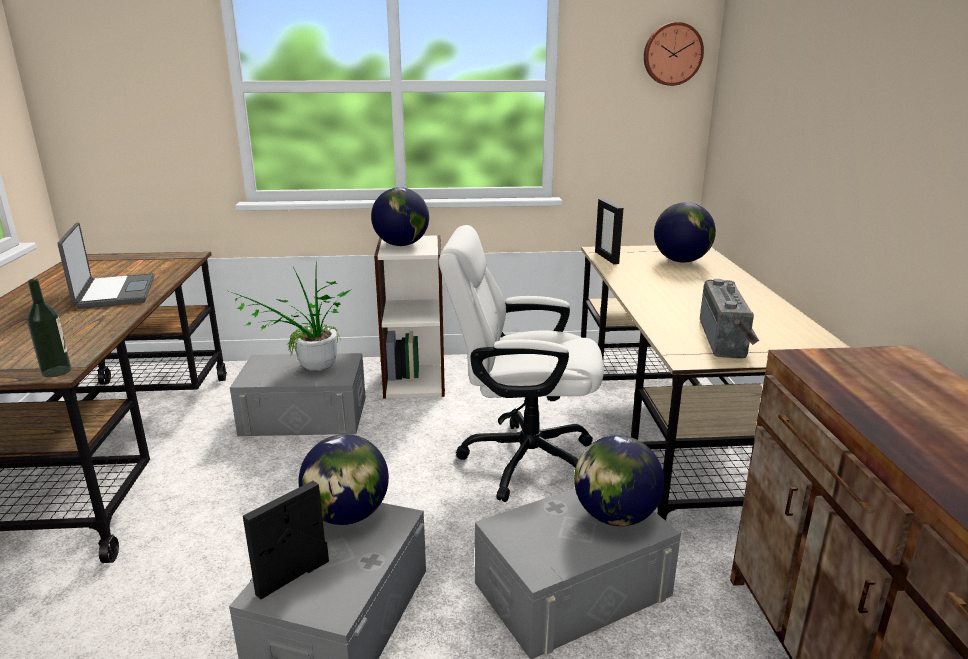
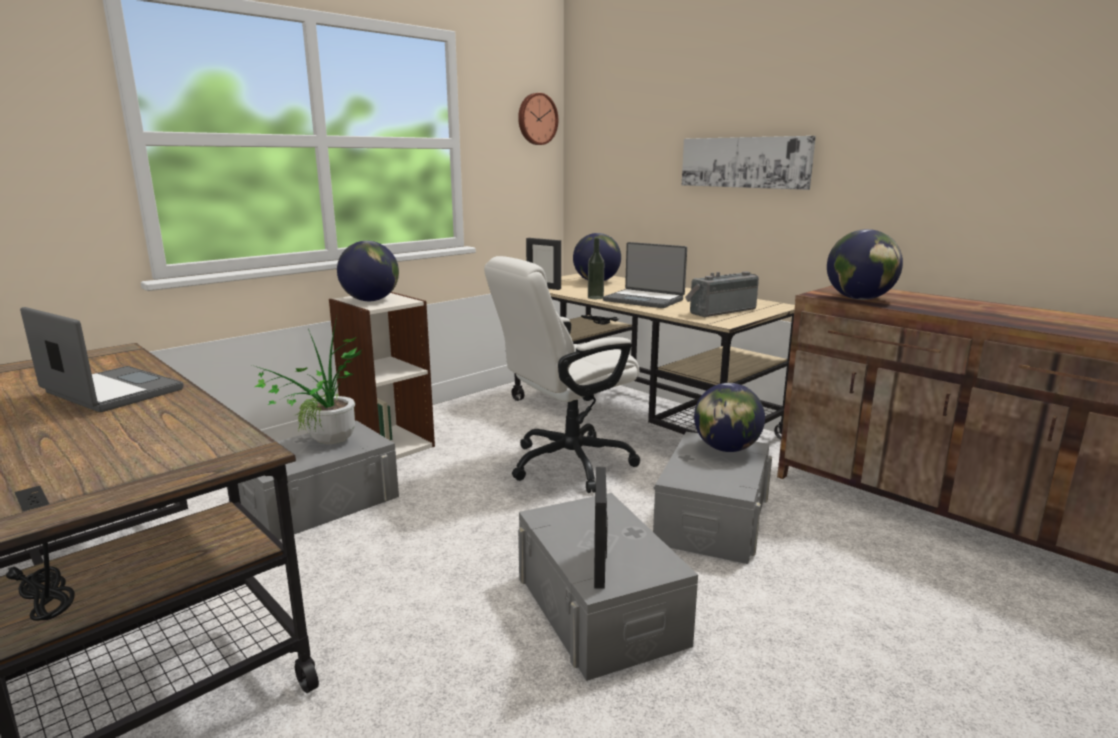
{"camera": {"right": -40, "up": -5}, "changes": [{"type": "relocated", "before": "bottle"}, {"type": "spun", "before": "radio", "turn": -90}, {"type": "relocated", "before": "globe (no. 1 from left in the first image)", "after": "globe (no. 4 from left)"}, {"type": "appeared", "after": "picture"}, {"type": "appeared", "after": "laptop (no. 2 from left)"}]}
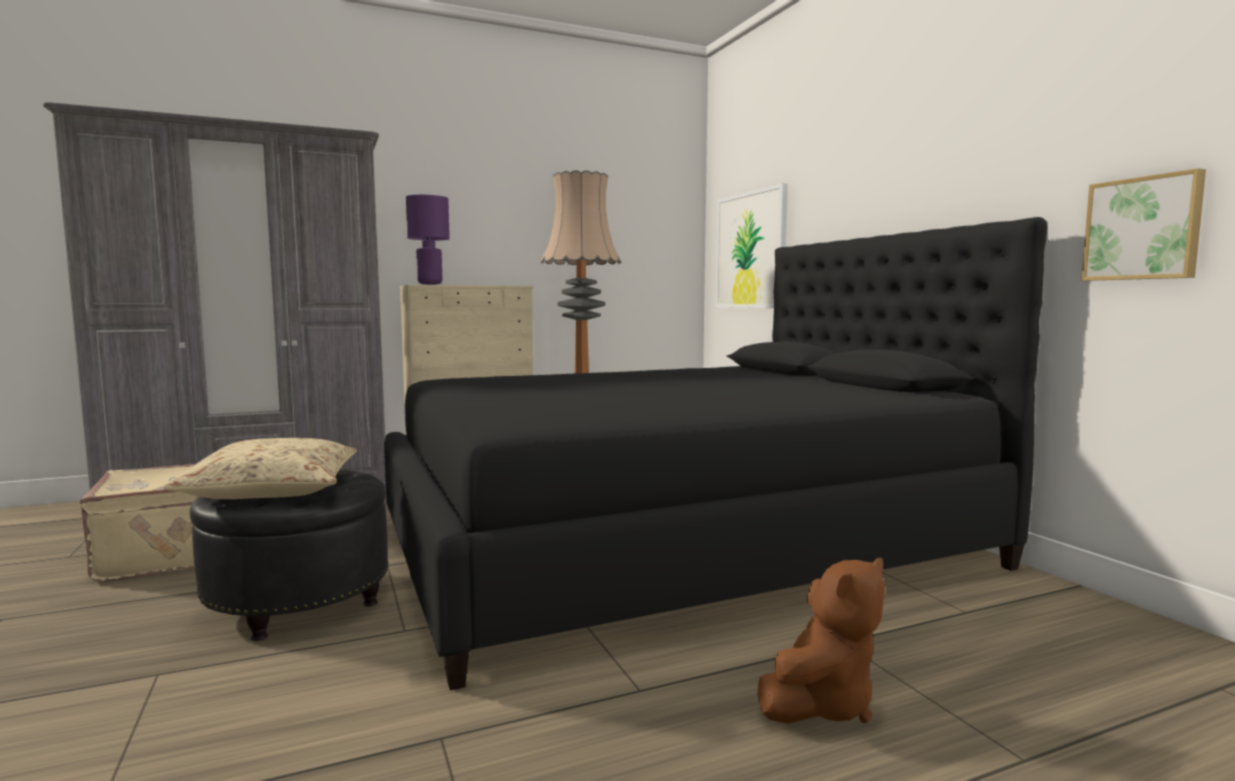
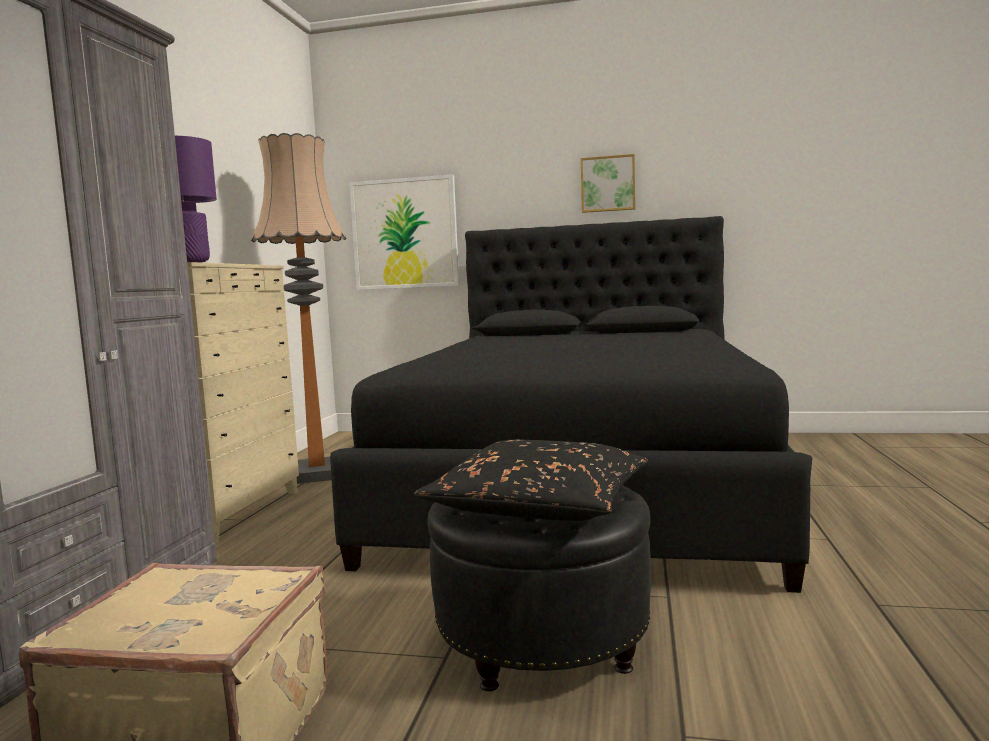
{"camera": {"right": -55, "up": 0}, "changes": [{"type": "relocated", "before": "picture (no. 2 from left)"}, {"type": "colour", "before": "beige pillow", "after": "black pillow"}, {"type": "missing", "before": "brown plush toy"}]}
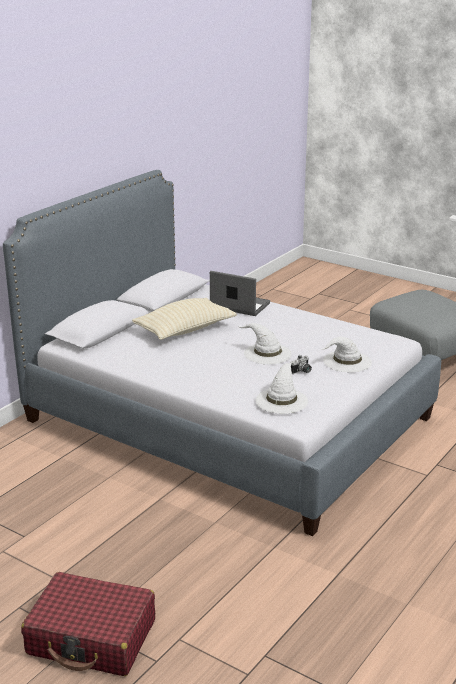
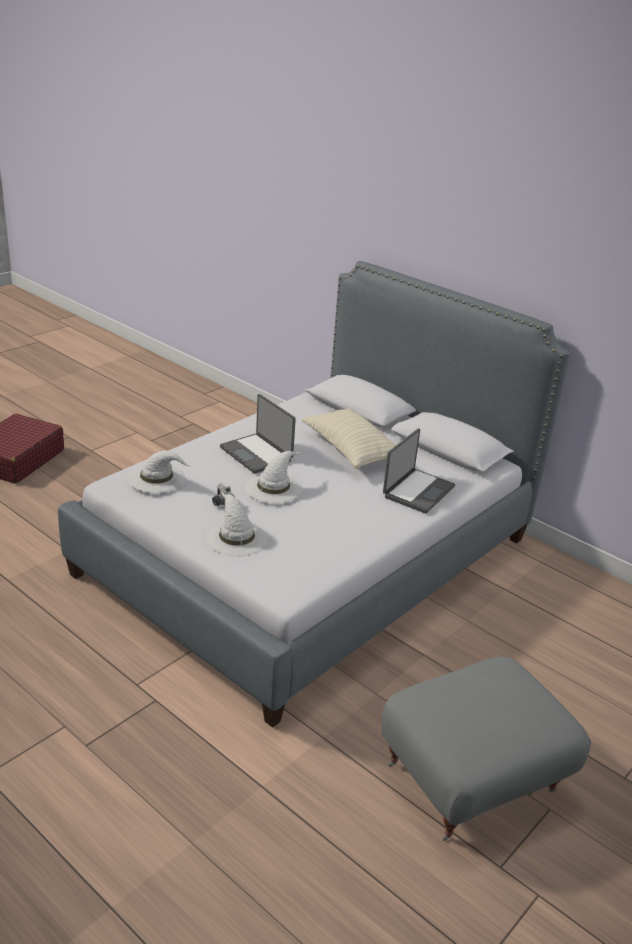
{"camera": {"right": 95, "up": 5}, "changes": [{"type": "appeared", "after": "laptop (no. 1 from left)"}]}
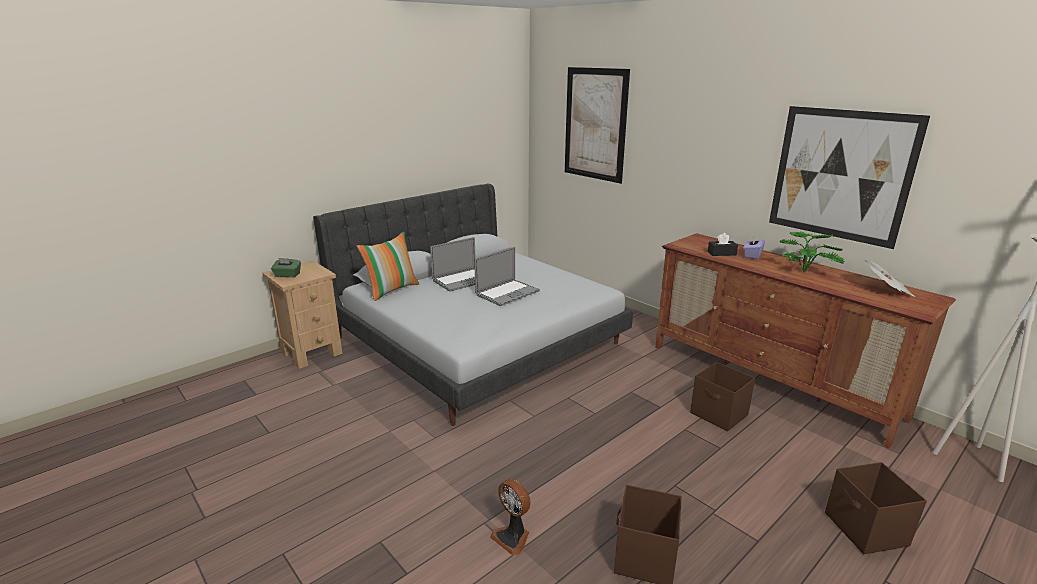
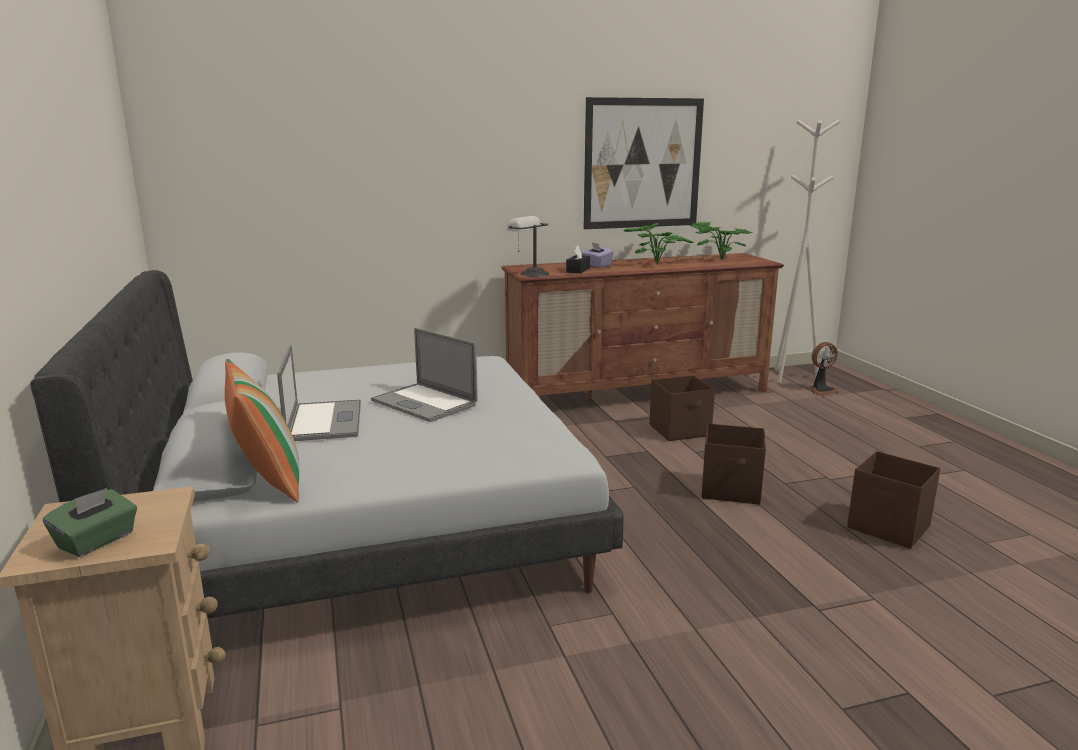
{"camera": {"right": -65, "up": -5}, "changes": [{"type": "missing", "before": "picture (no. 1 from left)"}, {"type": "spun", "before": "laptop (no. 2 from left)", "turn": 150}, {"type": "exchanged", "before": "newspaper", "after": "potted plant (no. 2 from left)"}, {"type": "relocated", "before": "brown storage box (no. 3 from left in the first image)", "after": "brown storage box (no. 2 from left)"}, {"type": "relocated", "before": "fan"}, {"type": "appeared", "after": "table lamp"}]}
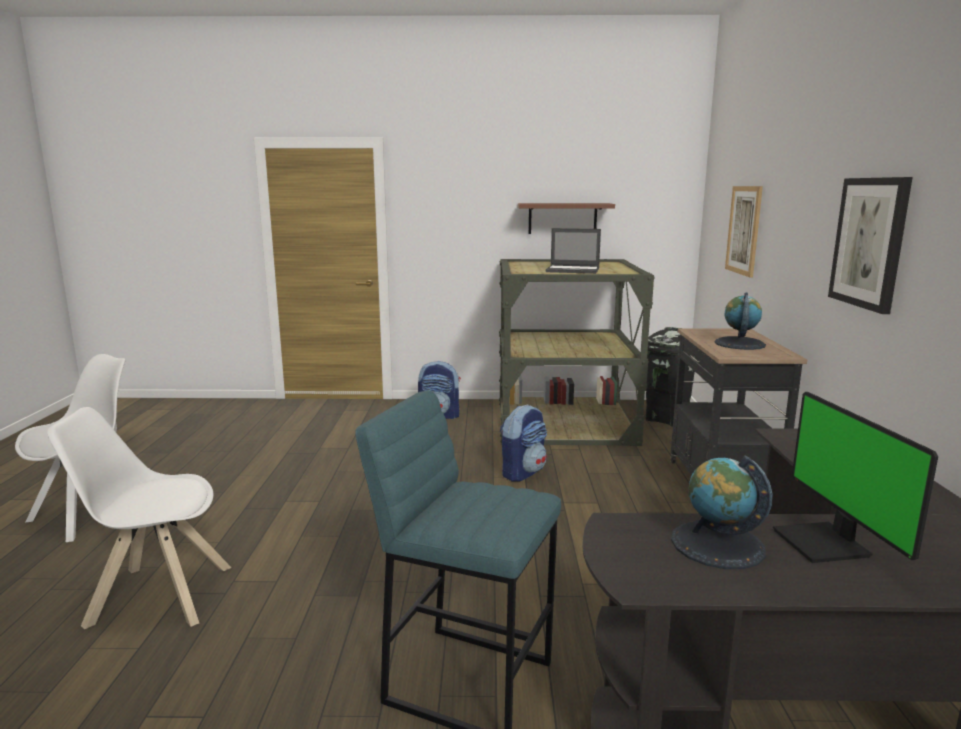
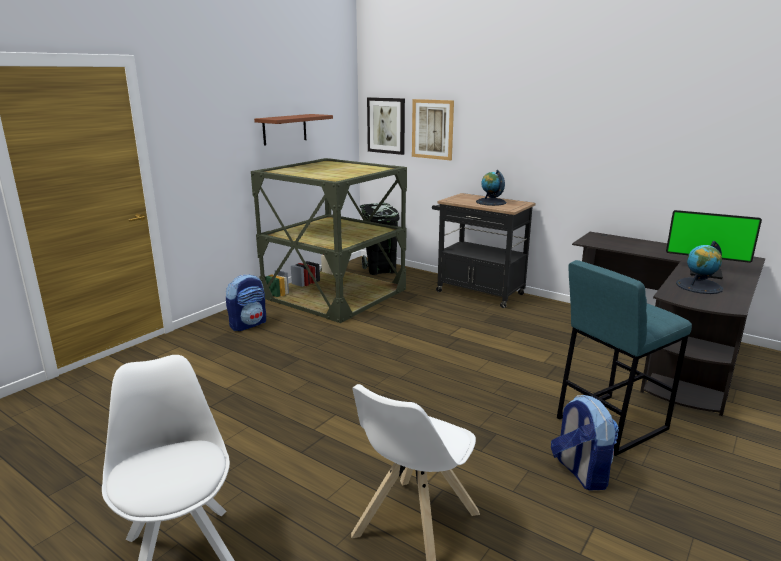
{"camera": {"right": -55, "up": 5}, "changes": [{"type": "relocated", "before": "picture (no. 2 from left in the first image)", "after": "picture (no. 1 from left)"}, {"type": "missing", "before": "laptop"}, {"type": "relocated", "before": "backpack (no. 2 from left)"}]}
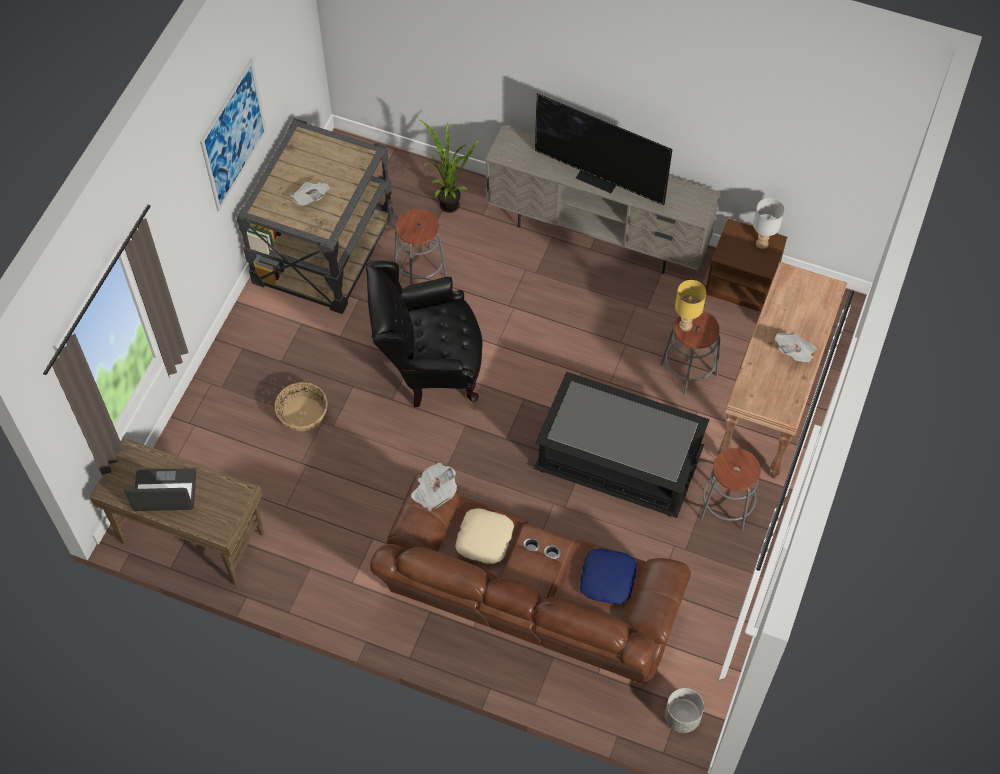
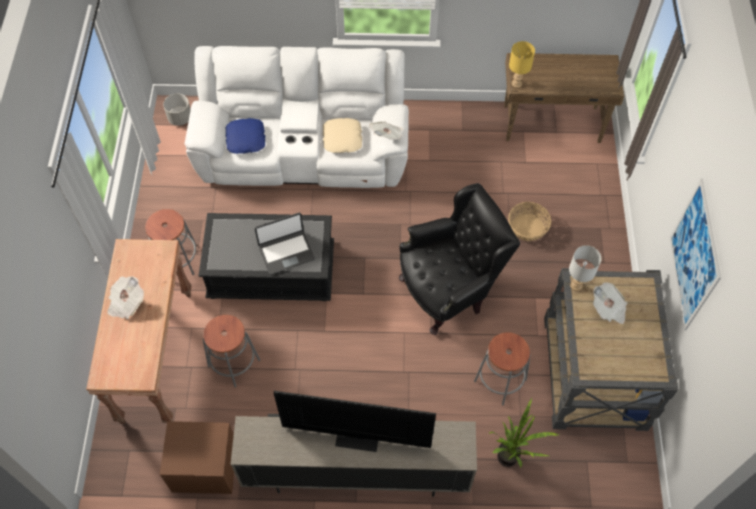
{"camera": {"right": 160, "up": 0}, "changes": [{"type": "relocated", "before": "grey table lamp"}, {"type": "relocated", "before": "yellow table lamp"}, {"type": "relocated", "before": "laptop"}, {"type": "colour", "before": "brown sofa", "after": "white sofa"}]}
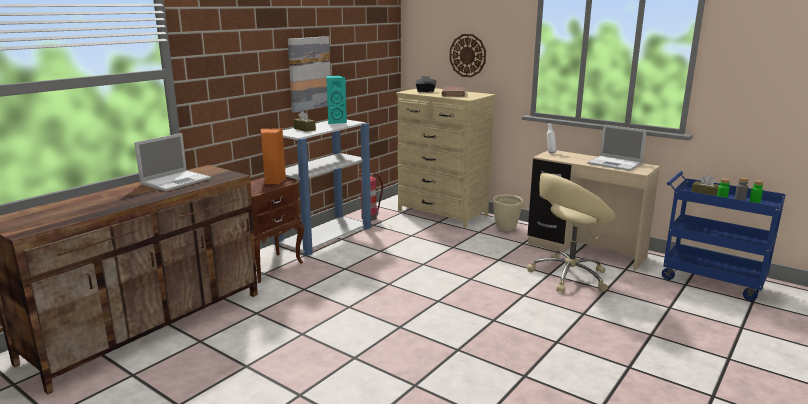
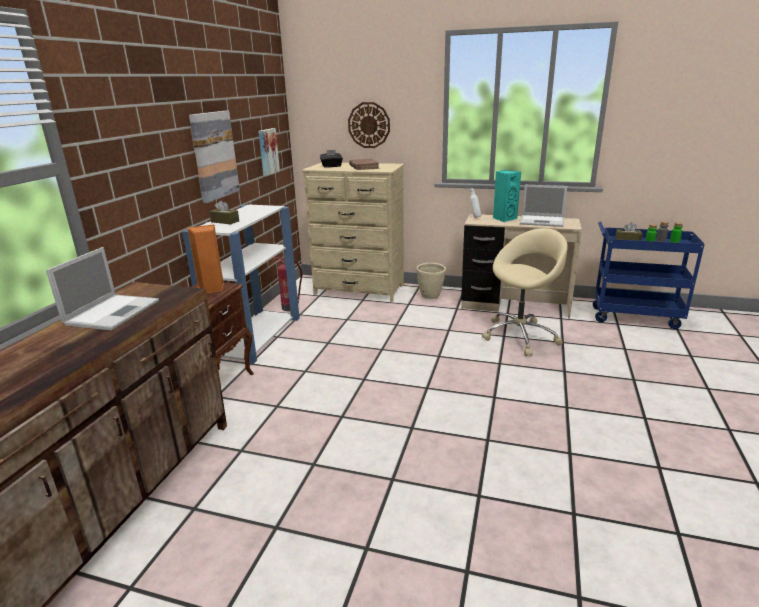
{"camera": {"right": -20, "up": 5}, "changes": [{"type": "relocated", "before": "turquoise speaker"}, {"type": "spun", "before": "beige office chair", "turn": -150}, {"type": "appeared", "after": "picture (no. 2 from left)"}]}
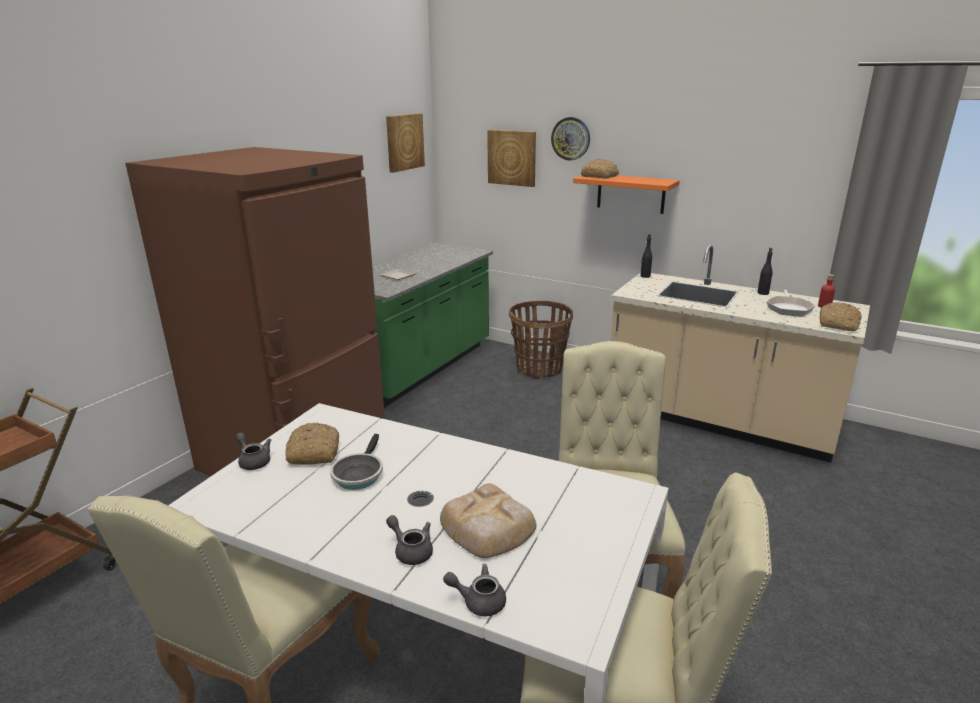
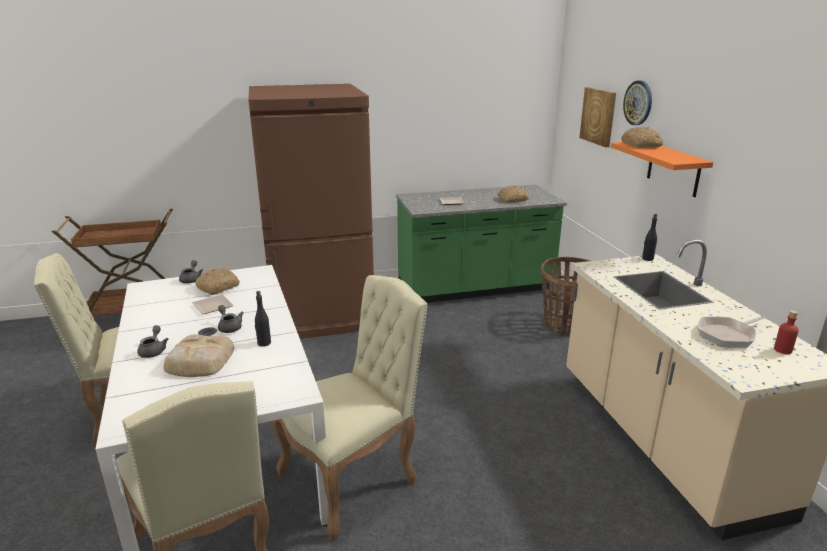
{"camera": {"right": 45, "up": 0}, "changes": [{"type": "missing", "before": "picture (no. 1 from left)"}, {"type": "relocated", "before": "black bottle (no. 2 from left in the first image)", "after": "black bottle (no. 1 from left)"}, {"type": "relocated", "before": "bread (no. 4 from left in the first image)", "after": "bread (no. 3 from left)"}, {"type": "exchanged", "before": "frying pan (no. 1 from left)", "after": "plate (no. 1 from left)"}, {"type": "relocated", "before": "grey teapot (no. 3 from left)"}]}
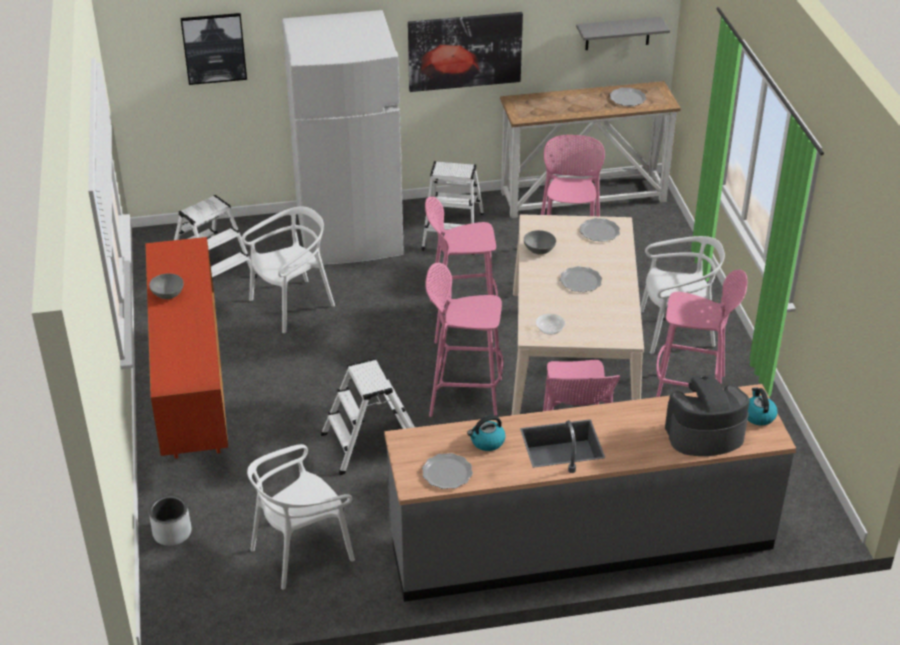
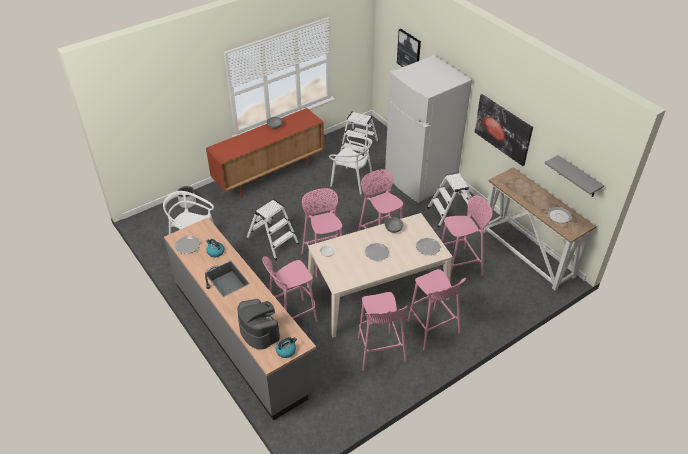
{"camera": {"right": 65, "up": 5}, "changes": [{"type": "exchanged", "before": "white chair (no. 3 from left)", "after": "pink stool (no. 5 from left)"}]}
